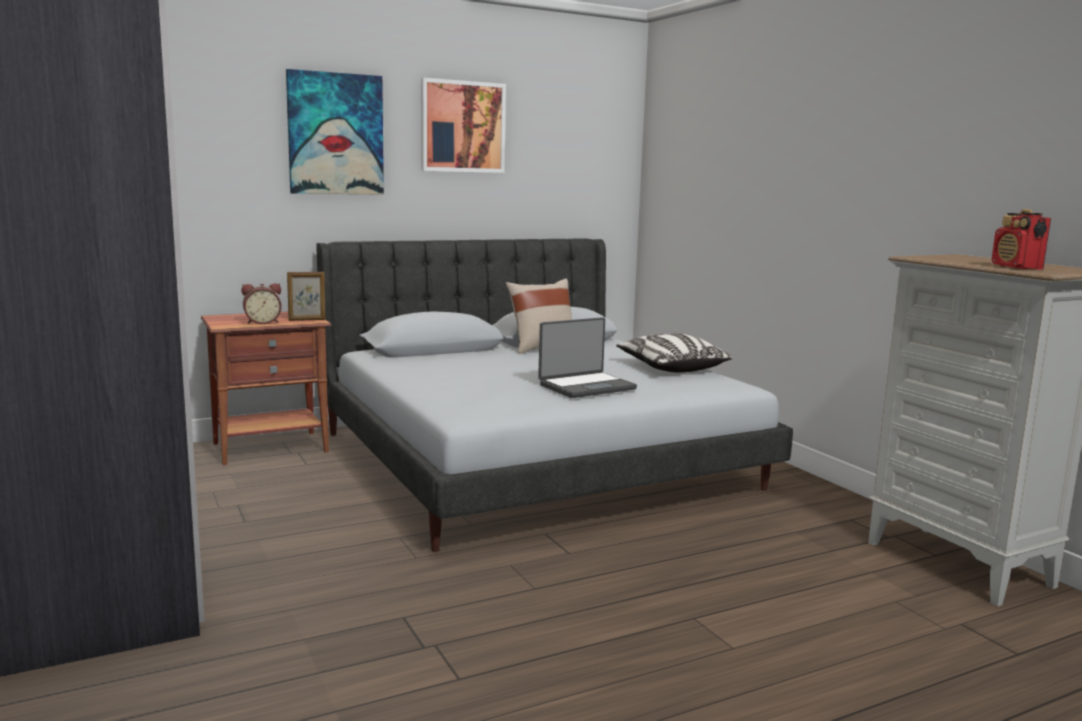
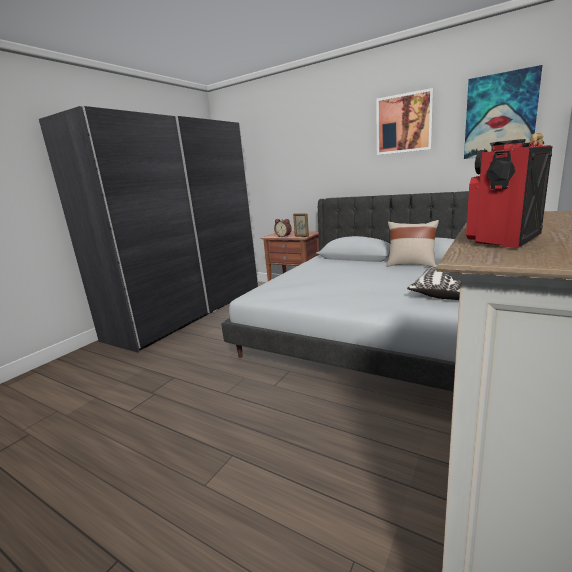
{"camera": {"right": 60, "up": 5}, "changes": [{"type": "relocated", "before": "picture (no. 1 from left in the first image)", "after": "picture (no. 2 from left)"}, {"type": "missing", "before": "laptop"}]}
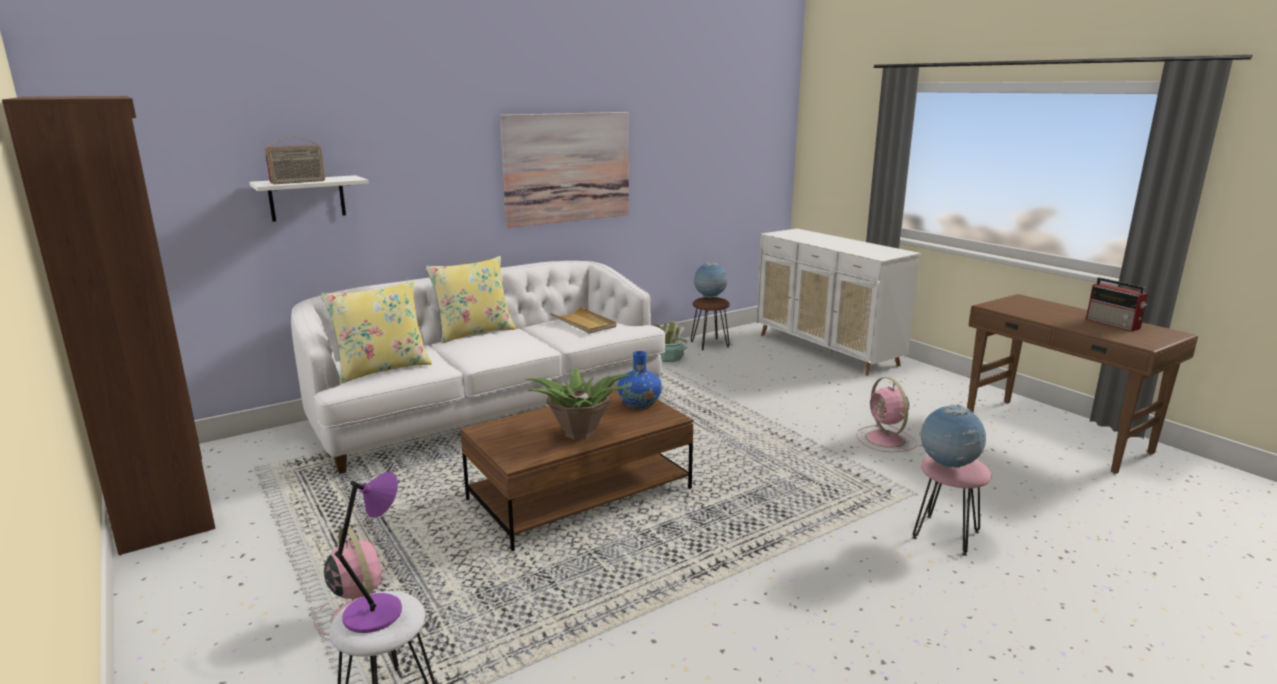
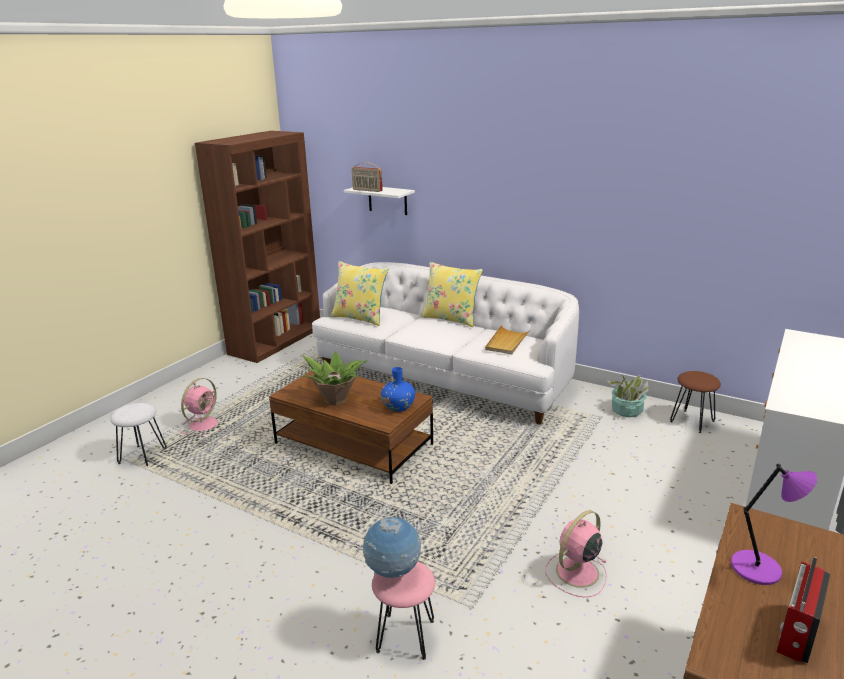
{"camera": {"right": 65, "up": 5}, "changes": [{"type": "missing", "before": "picture"}, {"type": "missing", "before": "globe (no. 1 from left)"}, {"type": "relocated", "before": "purple table lamp"}]}
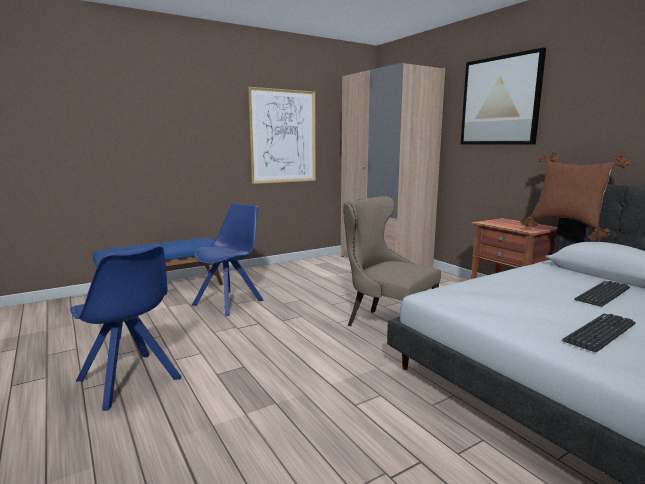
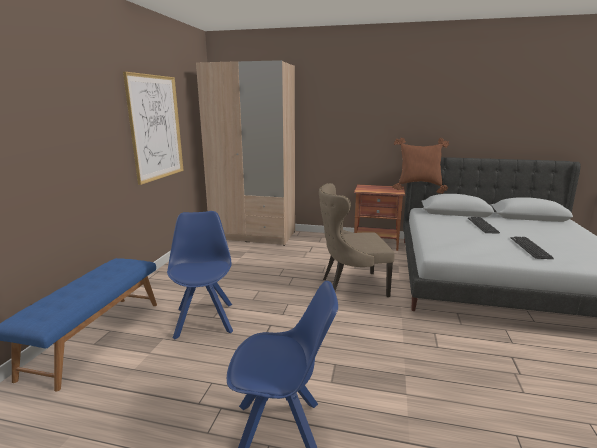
{"camera": {"right": -45, "up": 5}, "changes": [{"type": "missing", "before": "picture (no. 2 from left)"}]}
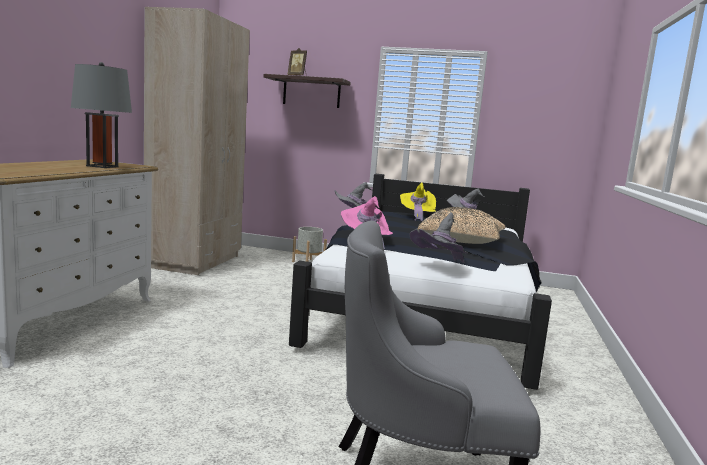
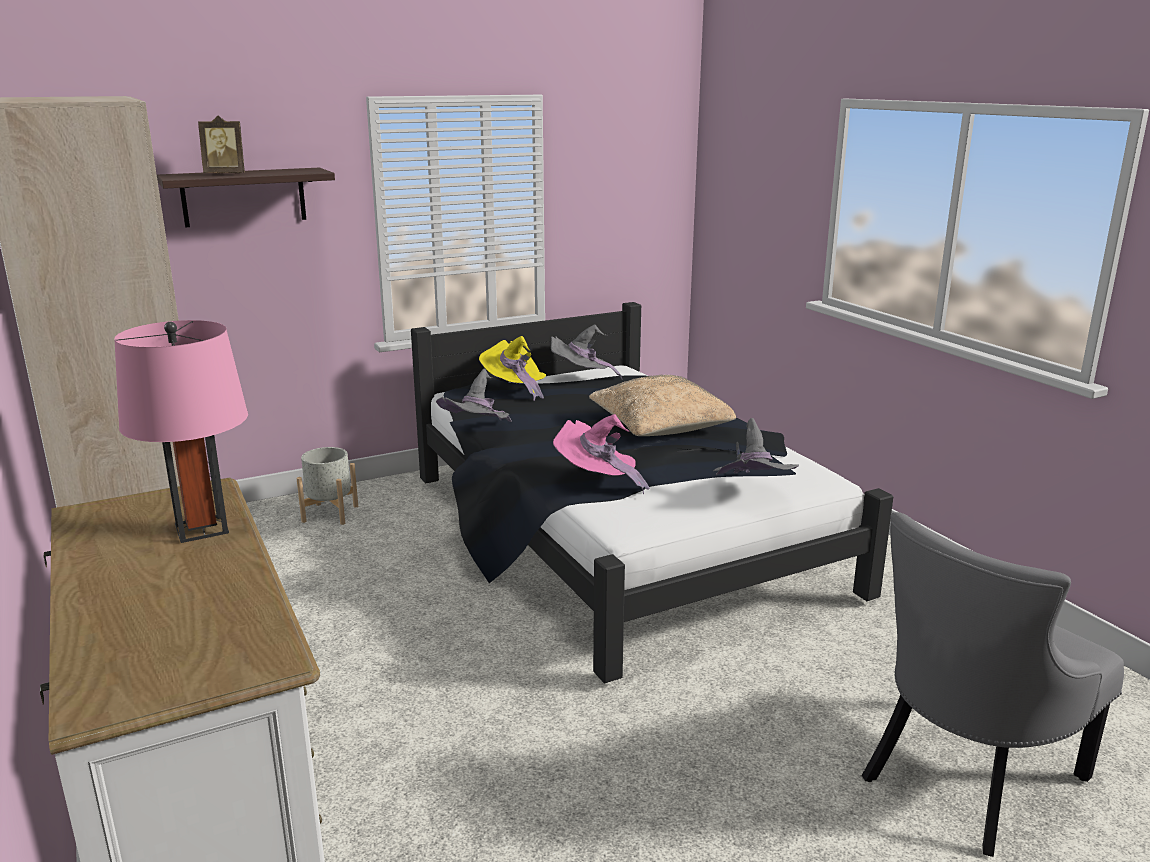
{"camera": {"right": -40, "up": 10}, "changes": [{"type": "colour", "before": "grey table lamp", "after": "pink table lamp"}]}
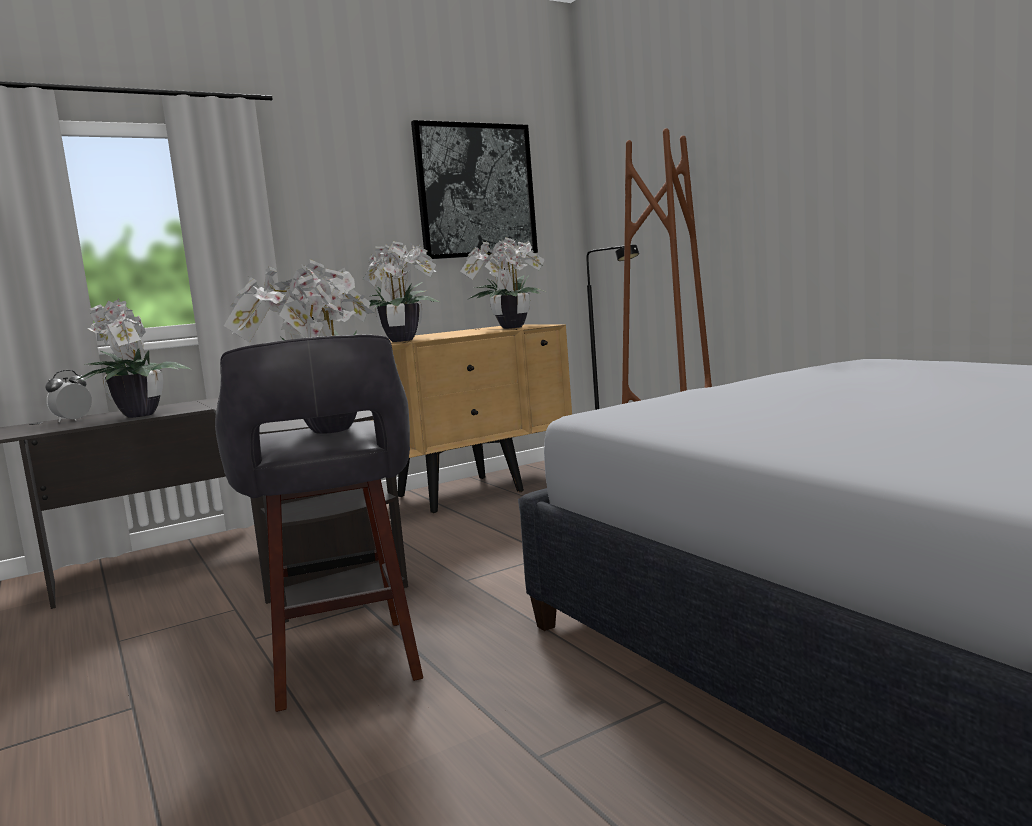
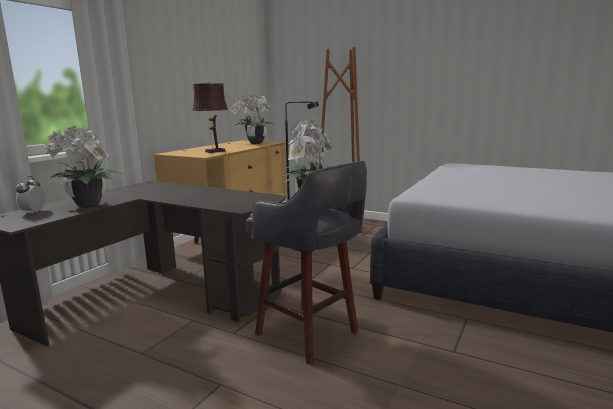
{"camera": {"right": -30, "up": 5}, "changes": [{"type": "missing", "before": "picture"}, {"type": "exchanged", "before": "potted plant (no. 3 from left)", "after": "brown table lamp"}]}
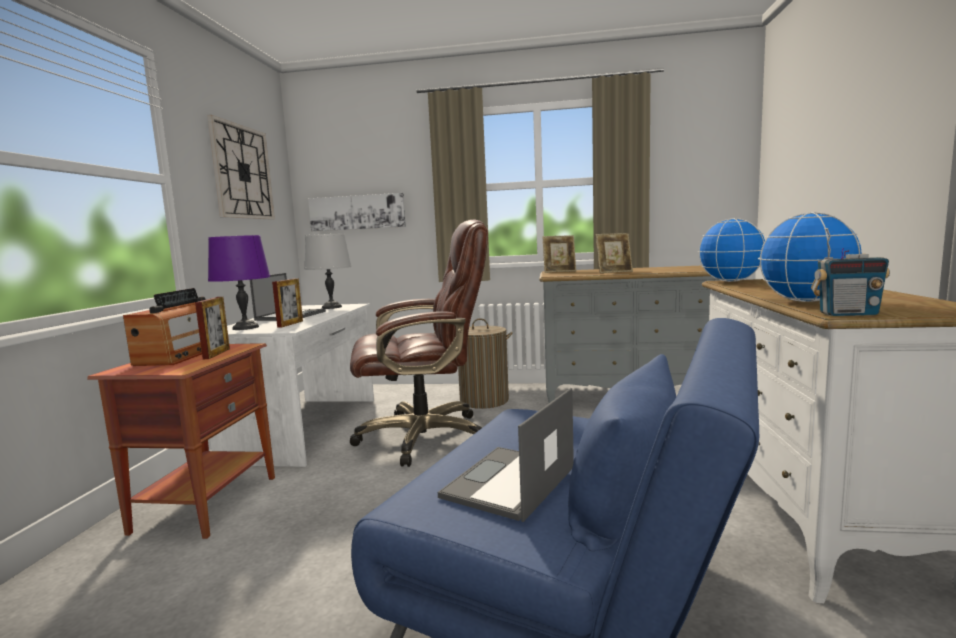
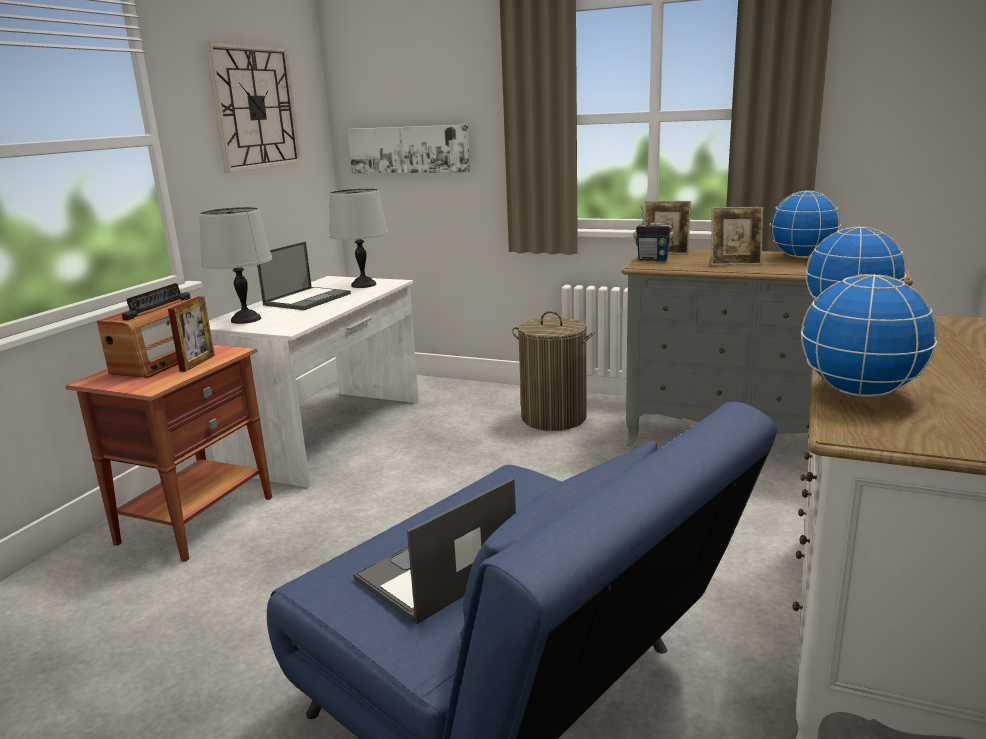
{"camera": {"right": 15, "up": 10}, "changes": [{"type": "missing", "before": "brown office chair"}, {"type": "relocated", "before": "radio (no. 2 from left)"}, {"type": "colour", "before": "purple table lamp", "after": "grey table lamp (no. 1 from left)"}, {"type": "missing", "before": "picture frame (no. 2 from left)"}, {"type": "appeared", "after": "globe (no. 1 from left)"}]}
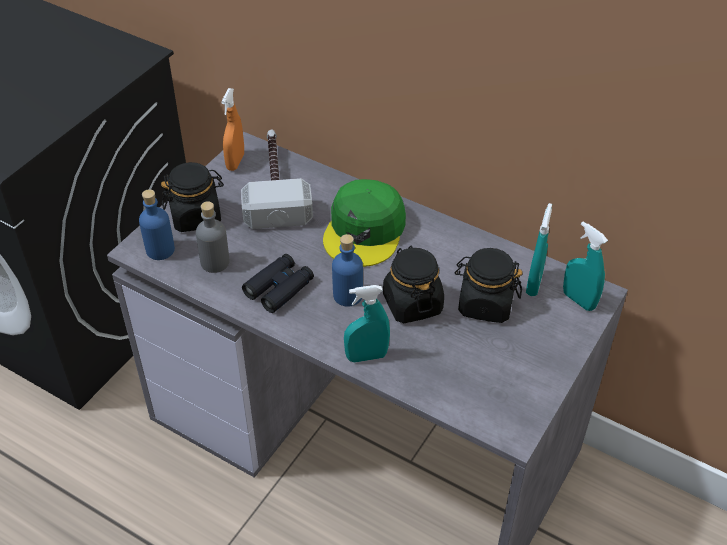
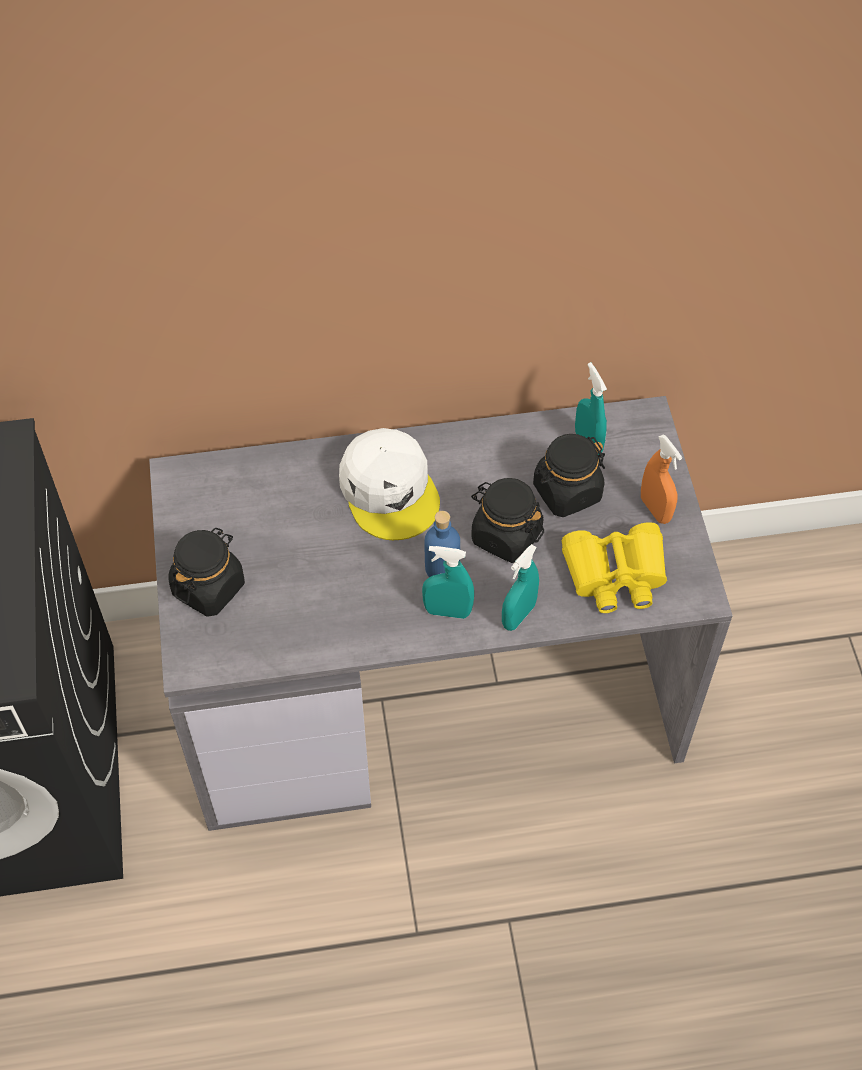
{"camera": {"right": -40, "up": 10}, "changes": [{"type": "relocated", "before": "orange spray bottle"}, {"type": "missing", "before": "hammer"}, {"type": "colour", "before": "green cap", "after": "white cap"}, {"type": "missing", "before": "blue bottle (no. 1 from left)"}, {"type": "missing", "before": "grey bottle"}, {"type": "relocated", "before": "turquoise spray bottle (no. 3 from left in the first image)", "after": "turquoise spray bottle (no. 1 from left)"}, {"type": "missing", "before": "black binoculars"}, {"type": "appeared", "after": "yellow binoculars"}]}
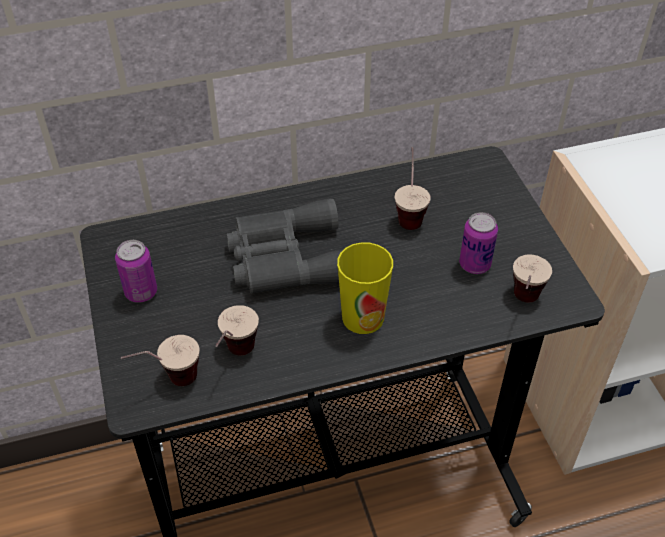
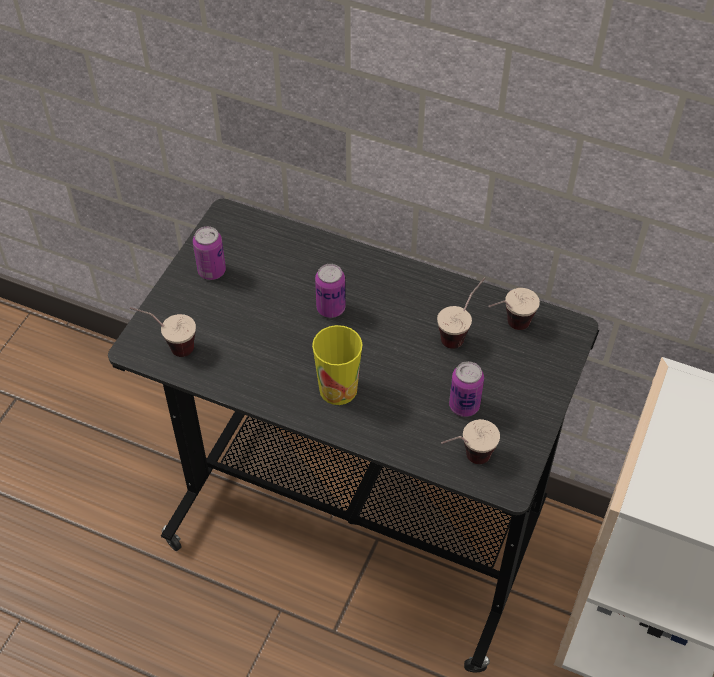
{"camera": {"right": 40, "up": 5}, "changes": [{"type": "exchanged", "before": "grey binoculars", "after": "can (no. 2 from left)"}, {"type": "relocated", "before": "cup (no. 2 from left in the first image)", "after": "cup (no. 5 from left)"}]}
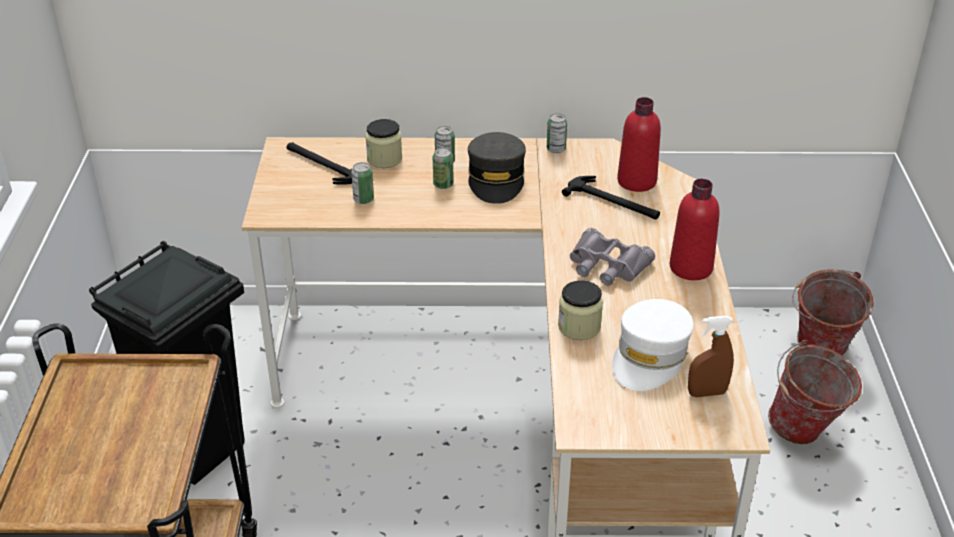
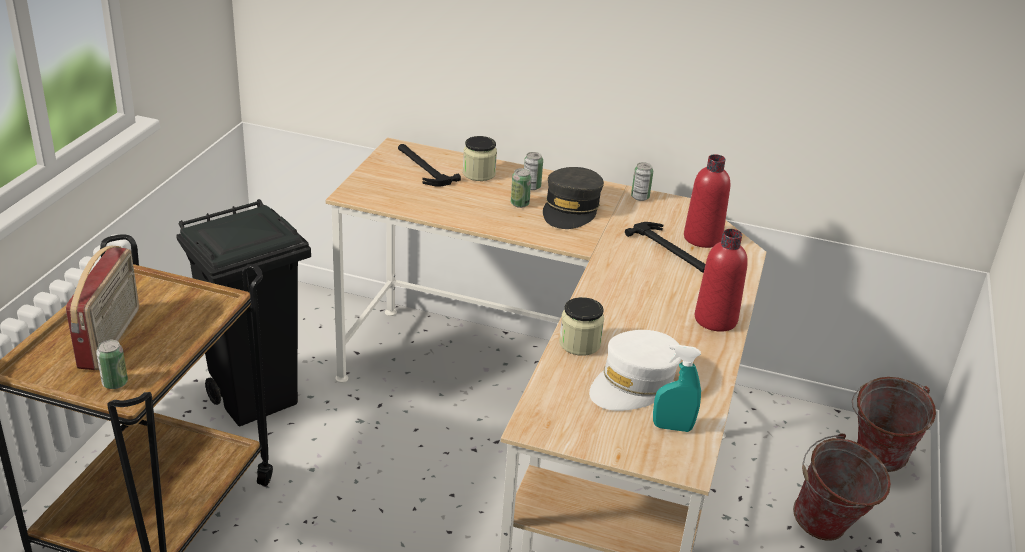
{"camera": {"right": 15, "up": -5}, "changes": [{"type": "relocated", "before": "can (no. 1 from left)"}, {"type": "missing", "before": "grey binoculars"}, {"type": "colour", "before": "brown spray bottle", "after": "turquoise spray bottle"}, {"type": "appeared", "after": "radio"}]}
